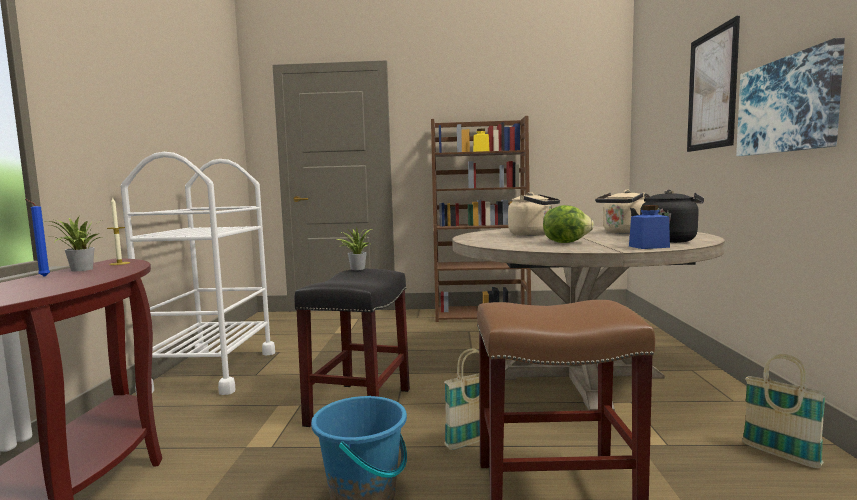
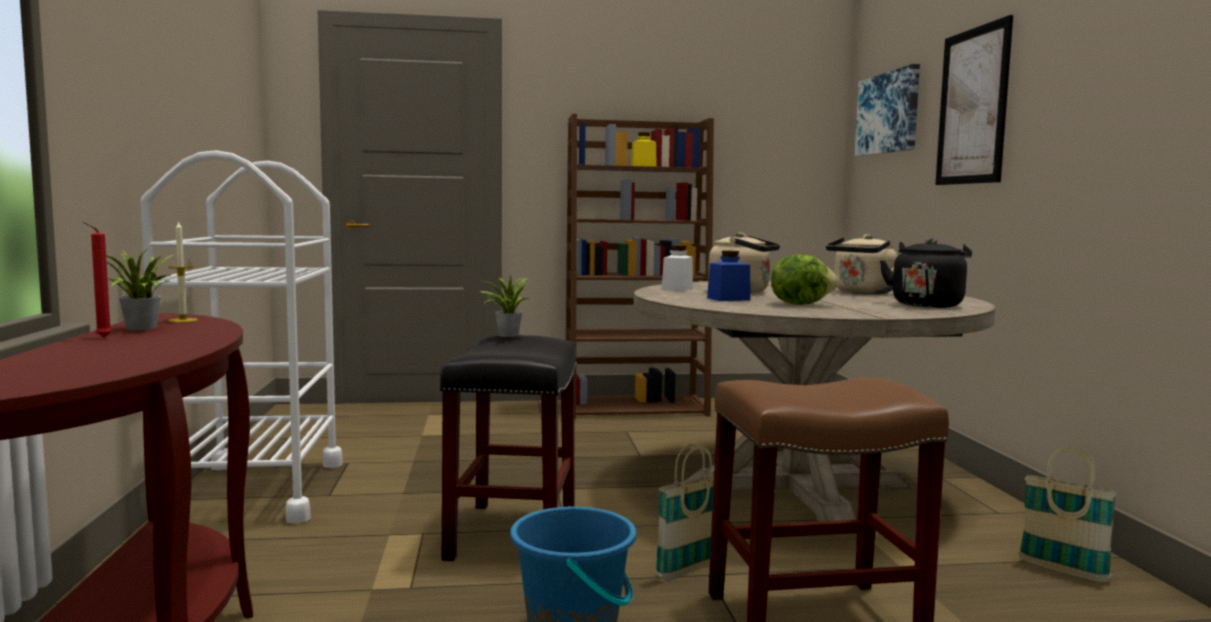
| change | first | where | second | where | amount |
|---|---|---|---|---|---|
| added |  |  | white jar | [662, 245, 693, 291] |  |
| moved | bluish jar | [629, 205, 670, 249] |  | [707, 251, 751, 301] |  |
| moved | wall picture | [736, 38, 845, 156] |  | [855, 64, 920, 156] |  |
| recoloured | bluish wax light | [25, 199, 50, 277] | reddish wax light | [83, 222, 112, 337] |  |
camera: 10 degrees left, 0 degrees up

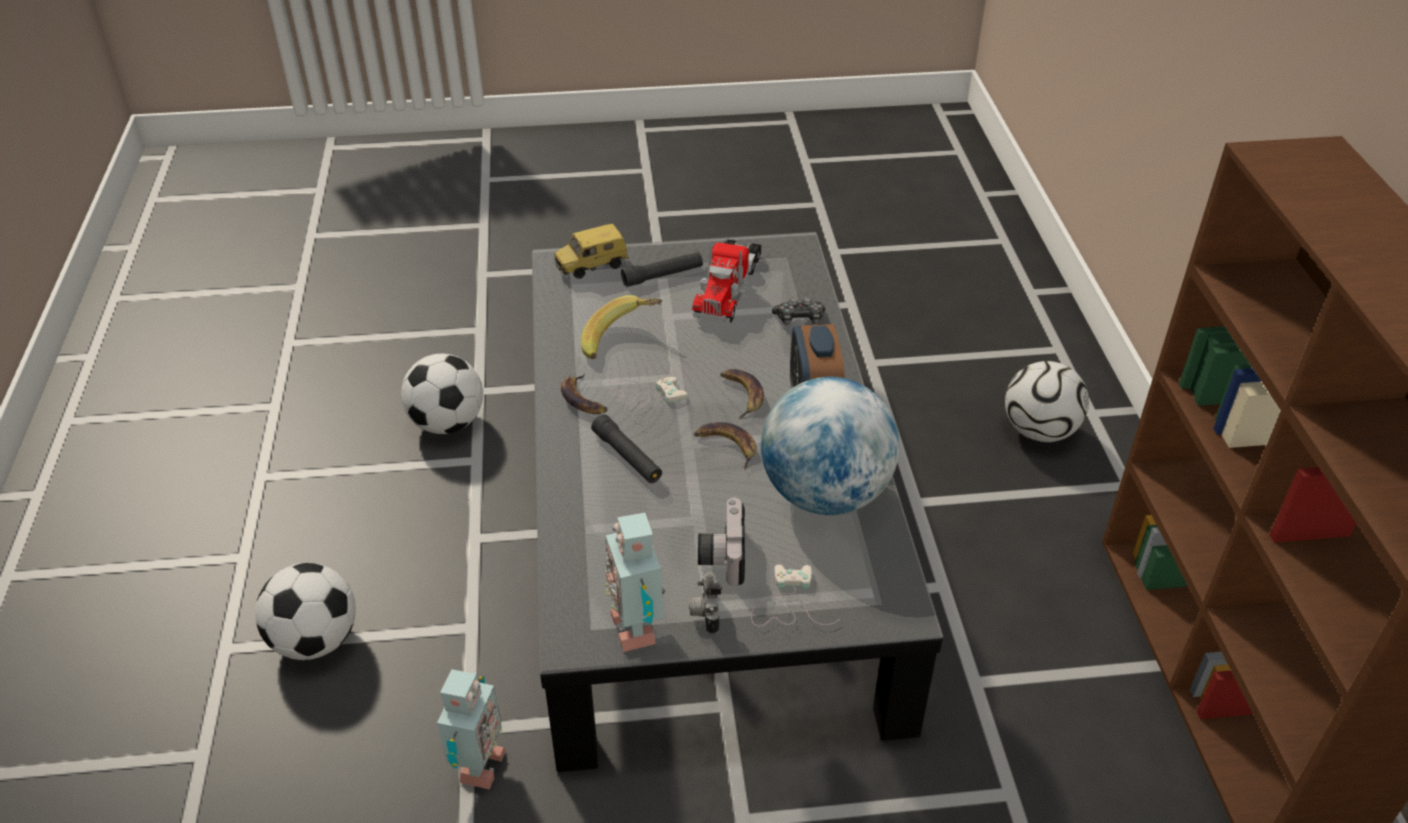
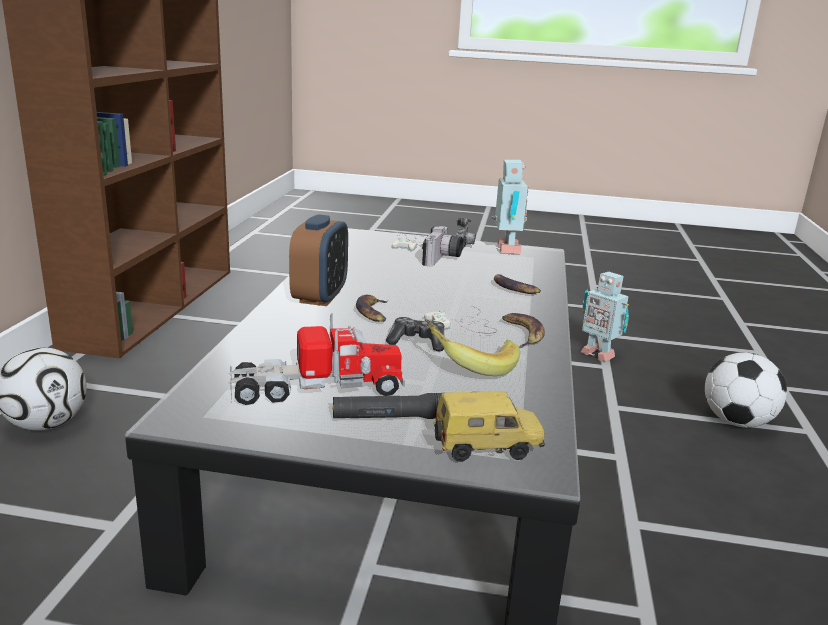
| change | first | where | second | where | amount |
|---|---|---|---|---|---|
| removed | football | [401, 354, 483, 434] |  |  |  |
| removed | black flashlight | [591, 414, 662, 483] |  |  |  |
| removed | desk globe | [761, 377, 899, 515] |  |  |  |
| moved | banana | [694, 422, 757, 470] |  | [494, 274, 541, 294] |  |
| moved | gamepad | [772, 297, 825, 325] |  | [386, 317, 444, 351] |  |
| turned | toy robot | [437, 669, 506, 790] |  | [581, 272, 629, 362] | 75 degrees counterclockwise |
| turned | toy lorry | [692, 238, 762, 324] |  | [228, 313, 405, 405] | 45 degrees clockwise |
camera: 165 degrees left, 20 degrees down

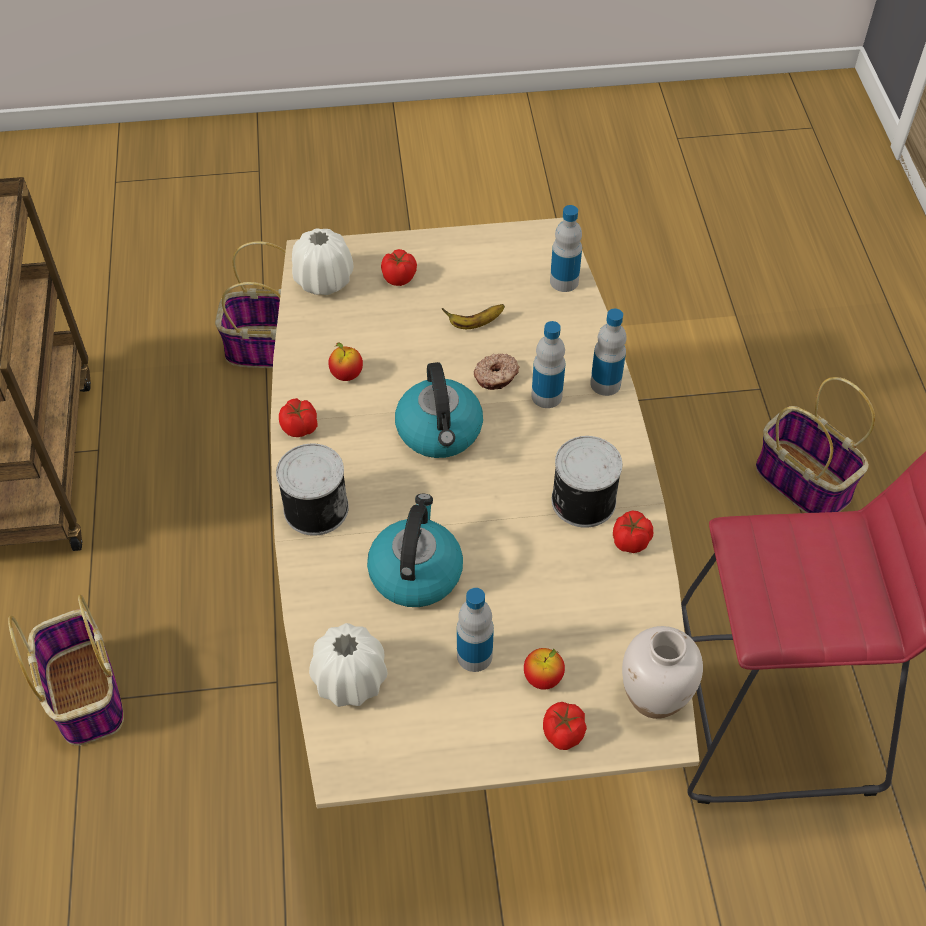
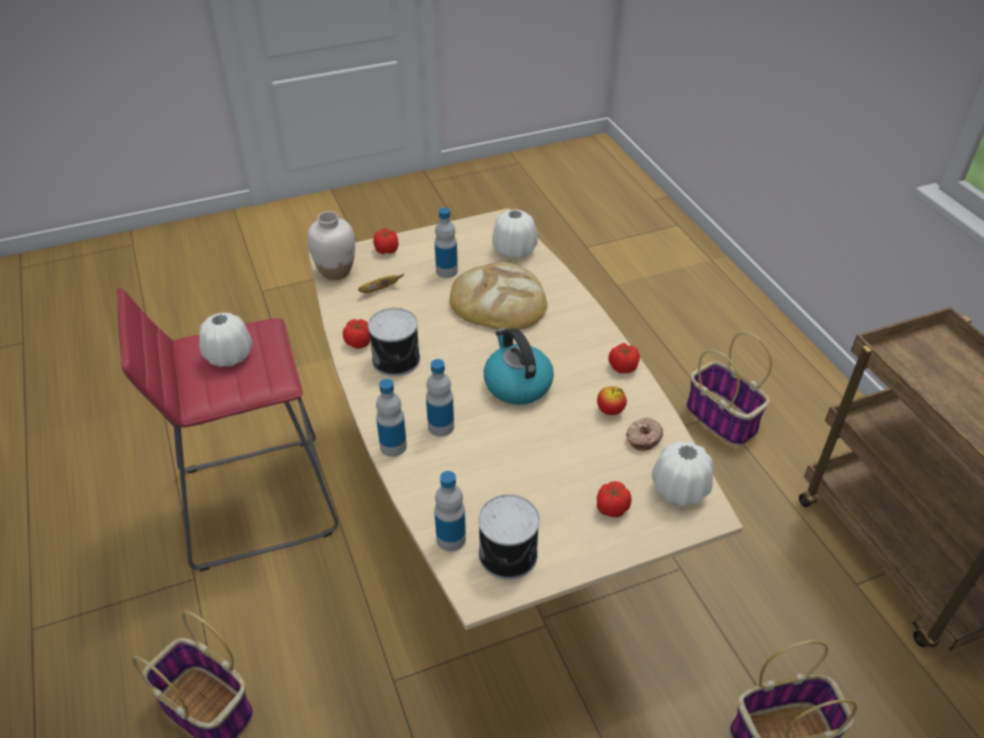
| change | first | where | second | where | amount |
|---|---|---|---|---|---|
| removed | apple | [524, 648, 565, 690] |  |  |  |
| added |  |  | white decorative vase | [199, 313, 252, 367] |  |
| moved | sealed can | [276, 444, 349, 536] |  | [478, 494, 540, 580] |  |
| moved | banana | [442, 304, 505, 329] |  | [358, 274, 404, 293] |  |
| moved | ring doughnut | [474, 353, 519, 390] |  | [626, 417, 663, 451] |  |
| replaced | water kettle | [367, 494, 463, 607] | bakery bread | [450, 262, 547, 330] |  |
camera: 165 degrees right, 10 degrees down

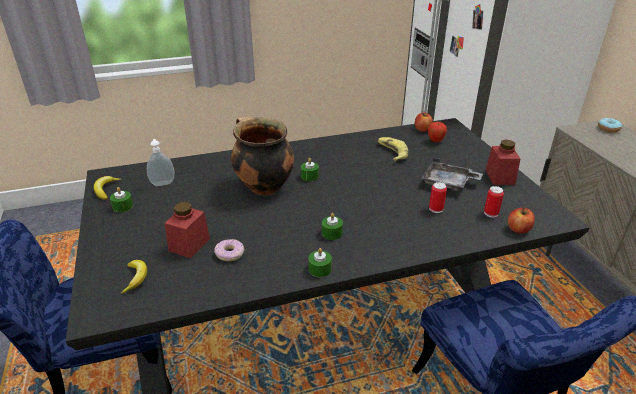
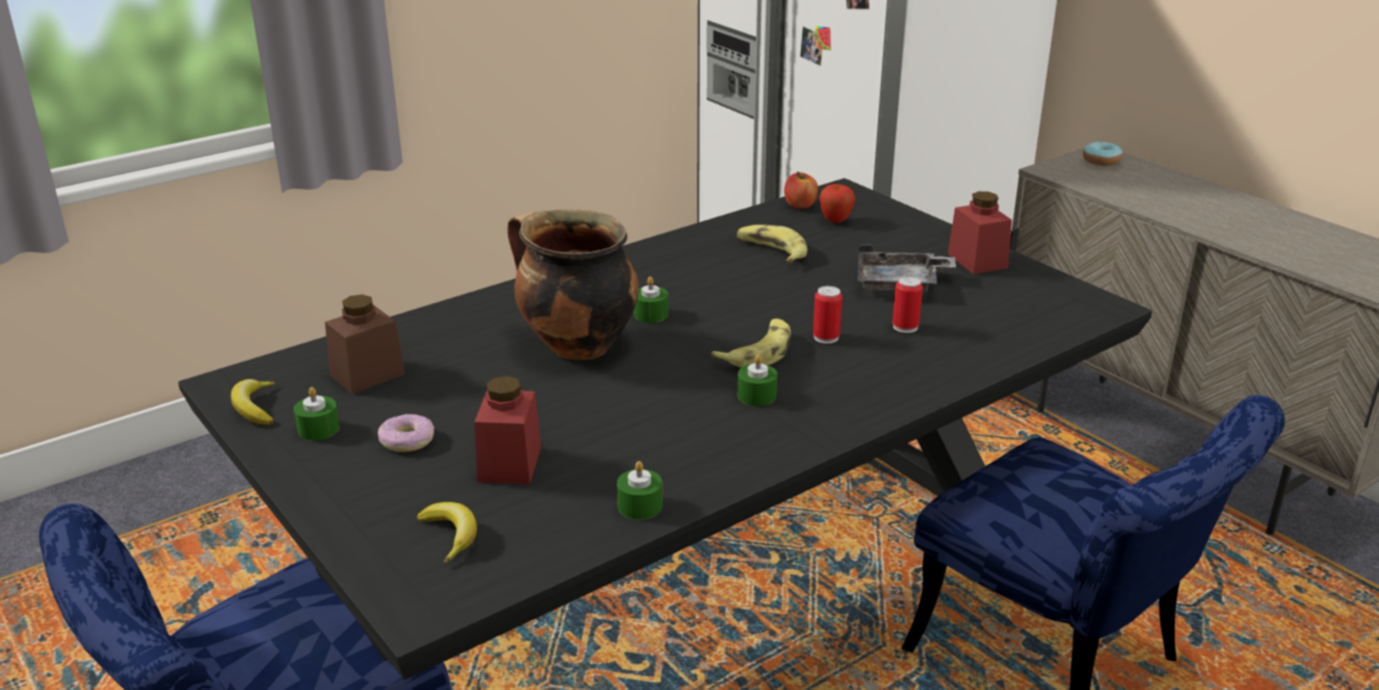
| change | first | where | second | where | amount |
|---|---|---|---|---|---|
| removed | apple | [508, 207, 535, 234] |  |  |  |
| added |  |  | banana | [711, 318, 791, 368] |  |
| moved | ring doughnut | [214, 239, 244, 261] |  | [378, 414, 434, 452] |  |
| moved | green wax light | [308, 248, 332, 277] |  | [617, 461, 662, 520] |  |
| moved | sealed can | [484, 186, 504, 218] |  | [813, 286, 842, 344] |  |
| replaced | liquid soap bottle | [147, 139, 175, 186] | brownish jar | [325, 295, 405, 394] |  |
camera: 20 degrees left, 5 degrees down

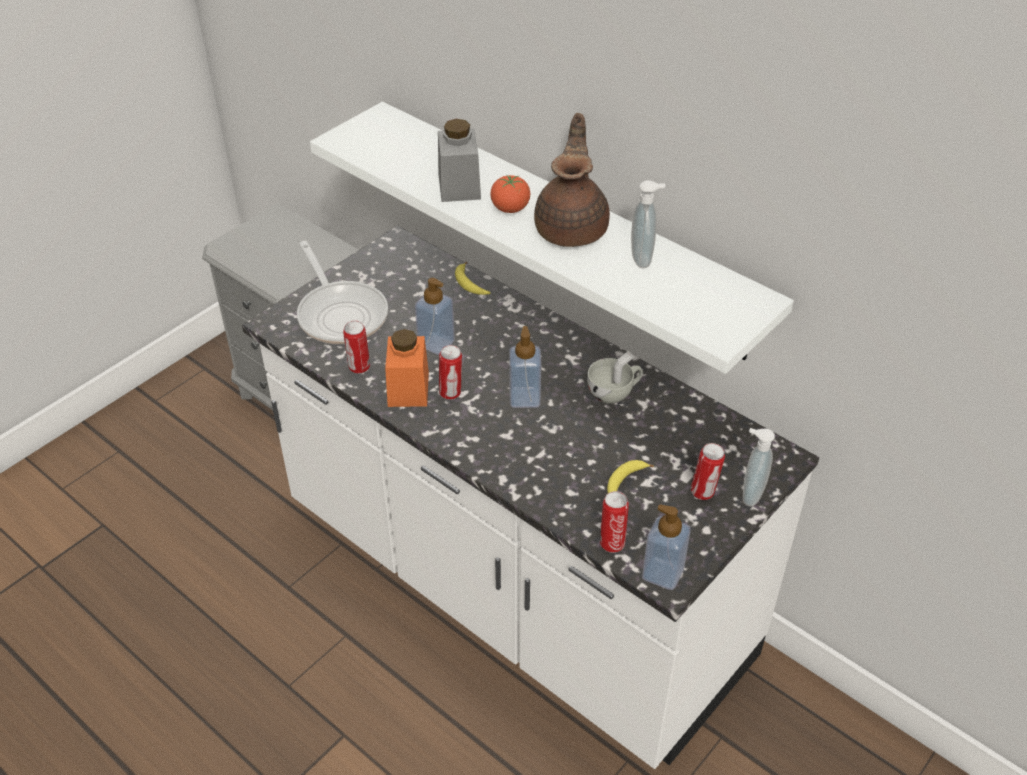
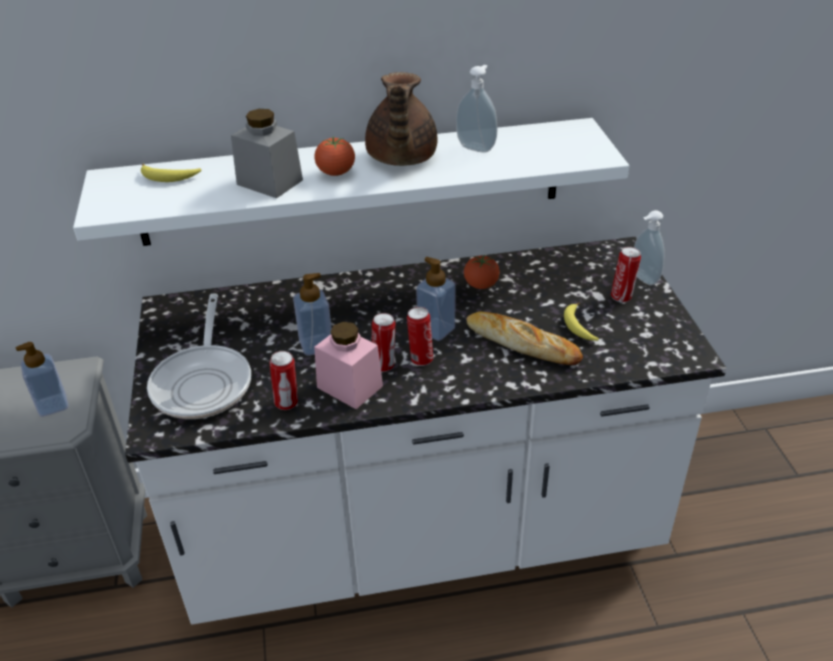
| change | first | where | second | where | amount |
|---|---|---|---|---|---|
| added |  |  | bakery bread | [466, 311, 583, 365] |  |
| moved | banana | [455, 262, 491, 295] |  | [141, 164, 201, 182] |  |
| moved | sealed can | [600, 491, 629, 553] |  | [407, 307, 433, 366] |  |
| moved | liquid soap bottle | [642, 504, 691, 590] |  | [16, 342, 69, 417] |  |
| replaced | white cup | [587, 351, 643, 404] | whole tomato | [464, 254, 500, 289] |  |
| recoloured | orange-coloured jar | [385, 329, 429, 407] | pink jar | [314, 322, 383, 409] |  |
| turned | frying pan | [297, 241, 388, 344] |  | [147, 293, 251, 419] | 75 degrees clockwise |
| turned | brownish tea pot | [534, 113, 610, 247] |  | [365, 72, 438, 166] | 135 degrees counterclockwise |
camera: 50 degrees left, 5 degrees down

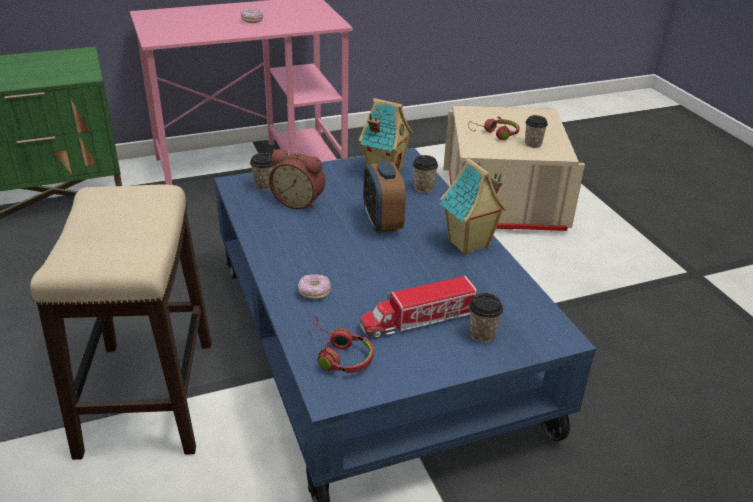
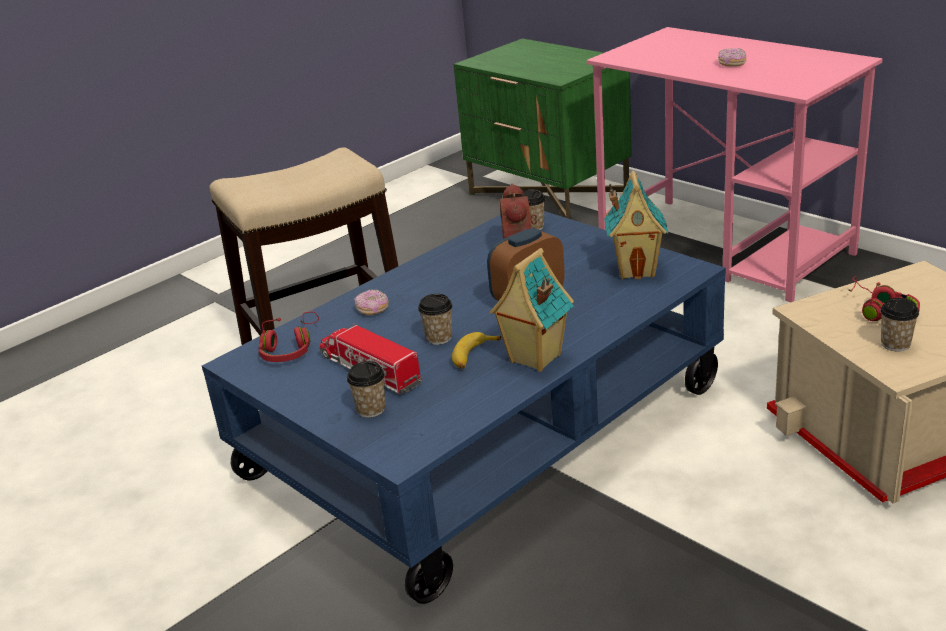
| change | first | where | second | where | amount |
|---|---|---|---|---|---|
| added |  |  | banana | [452, 332, 501, 369] |  |
| moved | cup | [413, 155, 438, 193] |  | [418, 294, 452, 345] |  |
camera: 70 degrees right, 5 degrees down

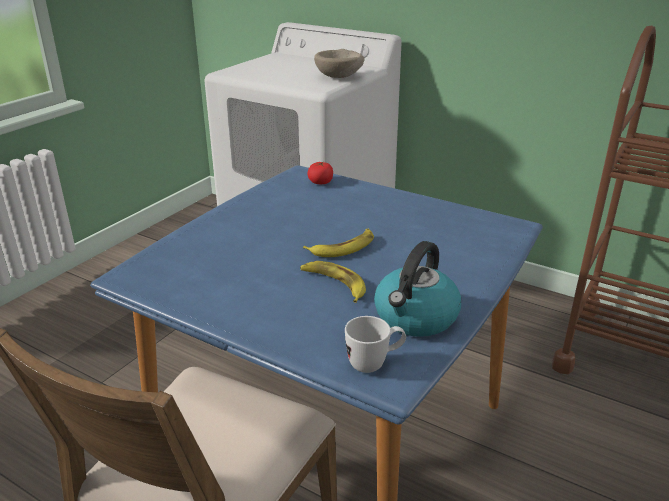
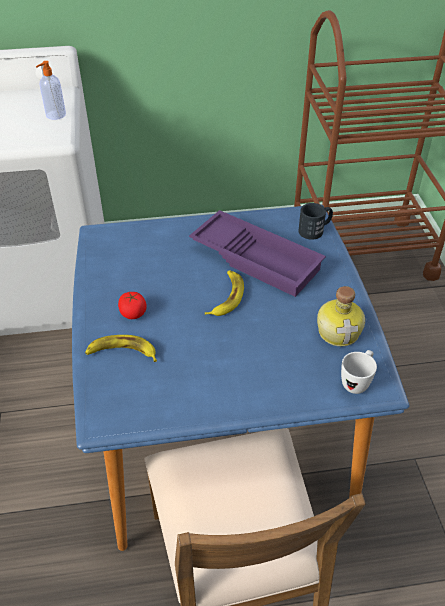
| change | first | where | second | where | amount |
|---|---|---|---|---|---|
| added |  |  | purple-coloured serving tray | [189, 210, 326, 297] |  |
| added |  |  | black tea mug | [298, 203, 333, 240] |  |
| moved | banana | [300, 261, 366, 303] |  | [85, 335, 157, 362] |  |
| moved | whole tomato | [308, 162, 333, 184] |  | [118, 292, 147, 319] |  |
| replaced | beige-coloured serving bowl | [314, 49, 364, 78] | liquid soap bottle | [36, 61, 66, 120] |  |
| replaced | water kettle | [374, 241, 461, 337] | bottle | [317, 286, 365, 346] |  |
camera: 40 degrees left, 15 degrees up

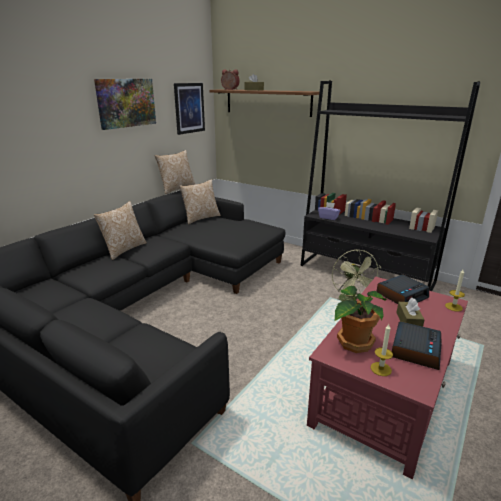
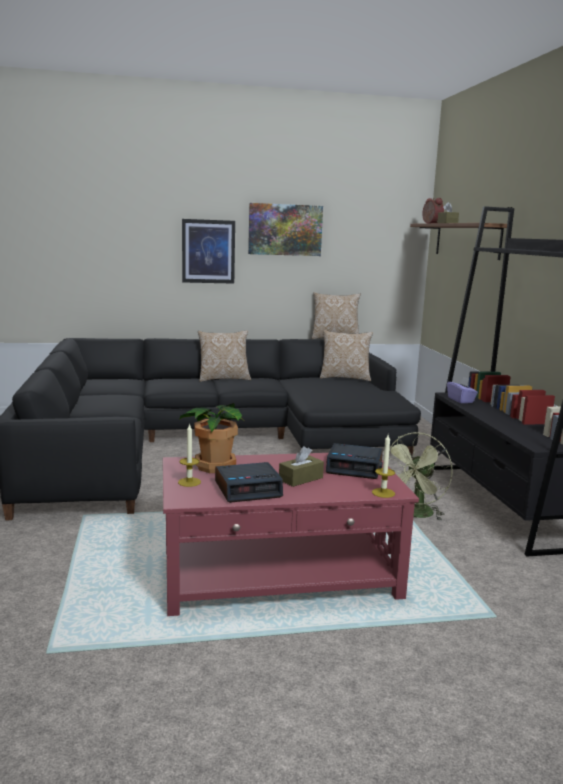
| change | first | where | second | where | amount |
|---|---|---|---|---|---|
| moved | wall picture | [174, 83, 205, 135] |  | [182, 219, 235, 284] |  |
camera: 45 degrees right, 10 degrees down

